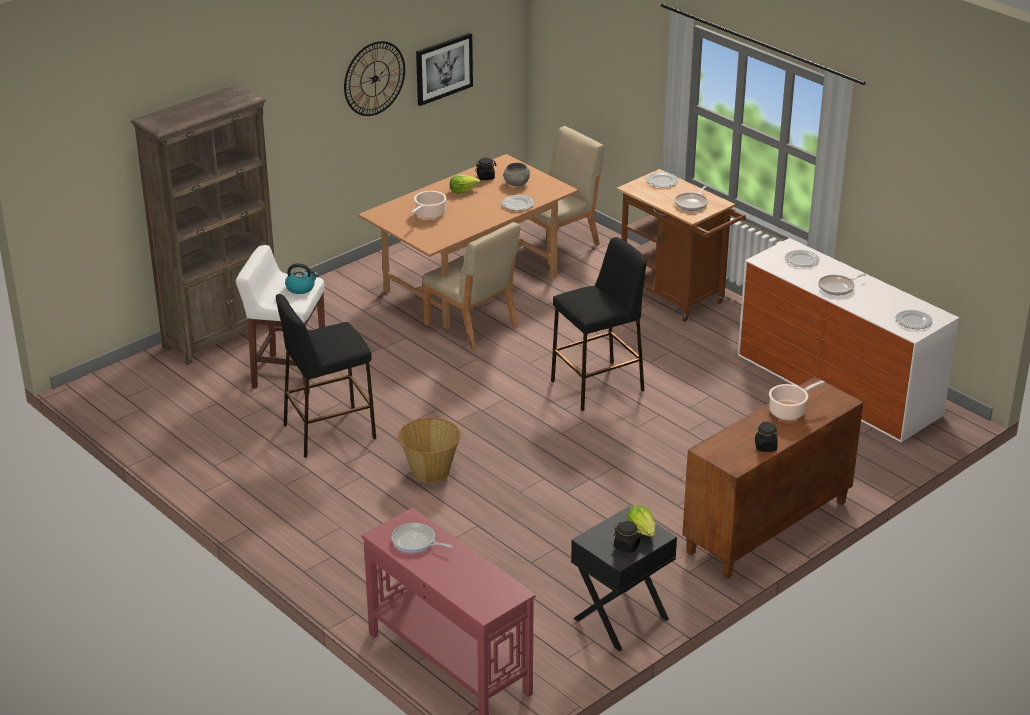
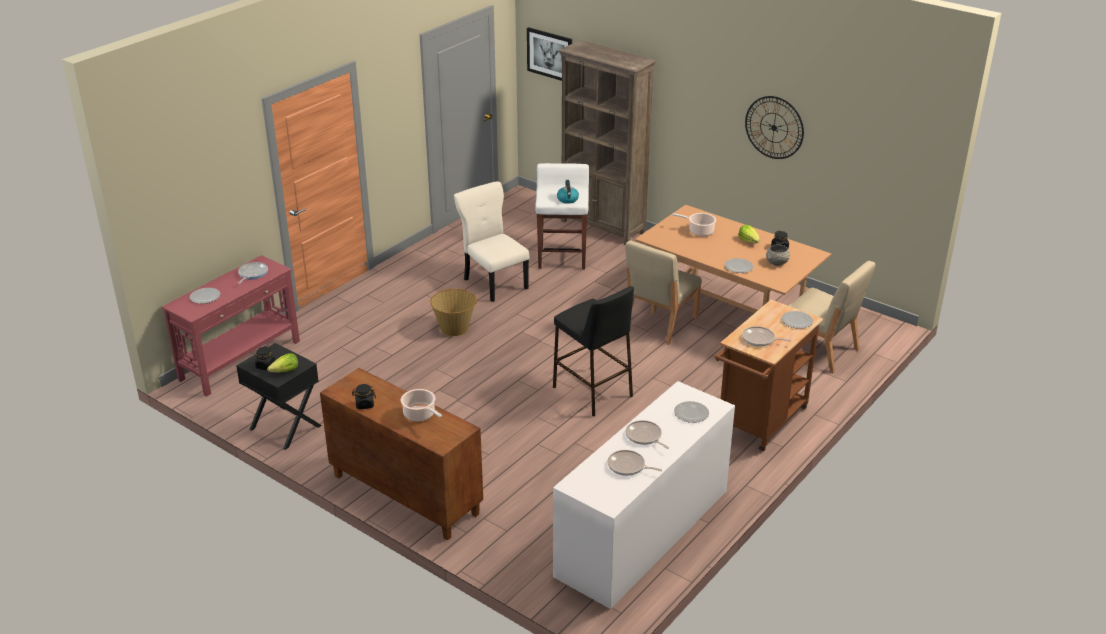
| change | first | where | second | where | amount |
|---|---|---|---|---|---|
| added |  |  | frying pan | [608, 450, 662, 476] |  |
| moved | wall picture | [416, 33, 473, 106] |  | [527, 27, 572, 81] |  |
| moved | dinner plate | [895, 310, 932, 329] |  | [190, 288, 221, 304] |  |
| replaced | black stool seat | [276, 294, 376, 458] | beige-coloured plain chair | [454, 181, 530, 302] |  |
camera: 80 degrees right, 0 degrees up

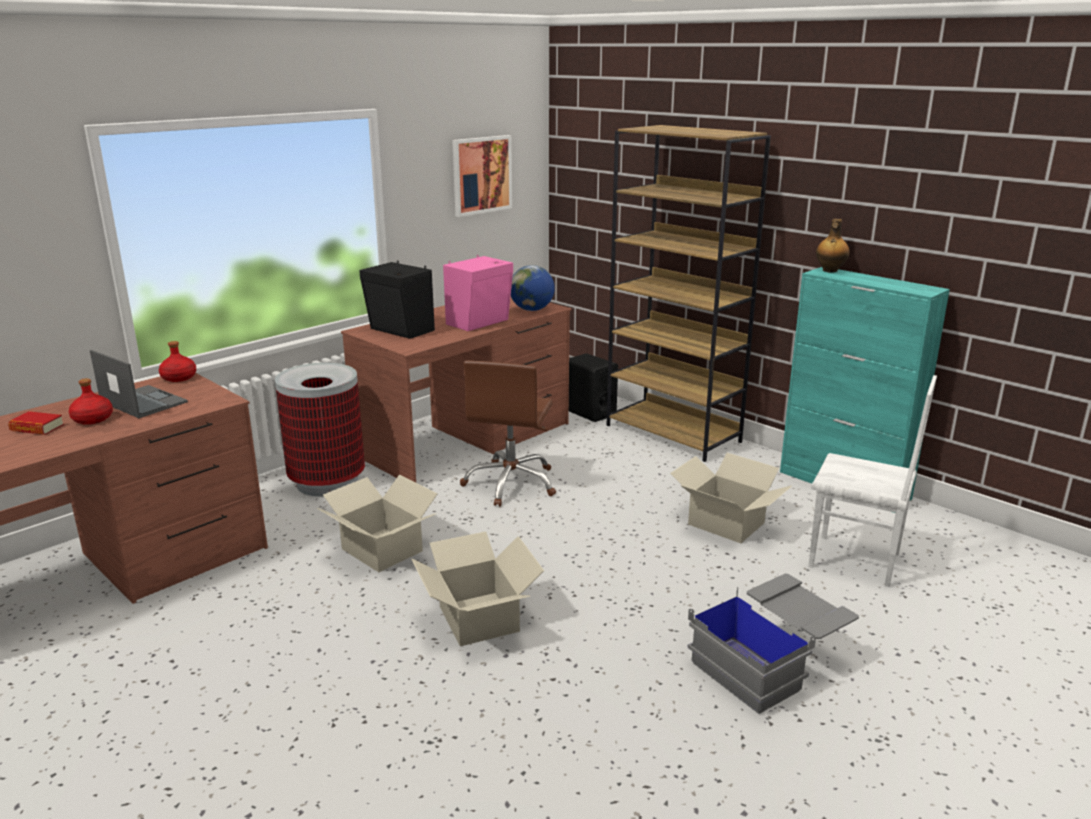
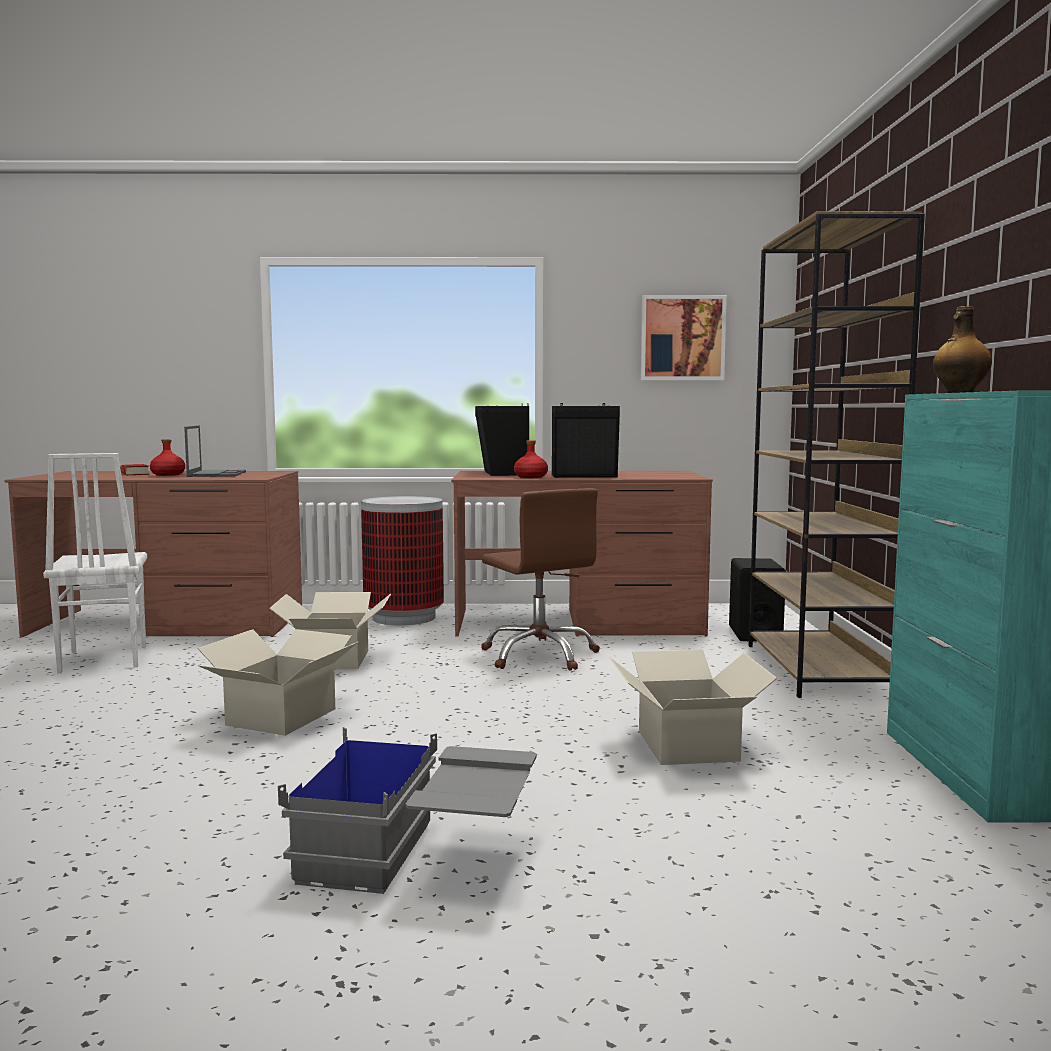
| change | first | where | second | where | amount |
|---|---|---|---|---|---|
| removed | desk globe | [511, 265, 555, 311] |  |  |  |
| moved | reddish bottle | [159, 341, 197, 382] |  | [514, 440, 548, 478] |  |
| moved | white plain chair | [808, 375, 937, 587] |  | [43, 453, 147, 673] |  |
| recoloured | pink loudspeaker | [443, 255, 513, 331] | black loudspeaker | [552, 403, 620, 478] |  |
| turned | brownish desk chair | [460, 360, 556, 506] |  | [481, 488, 600, 671] | 90 degrees counterclockwise |
camera: 45 degrees right, 15 degrees down

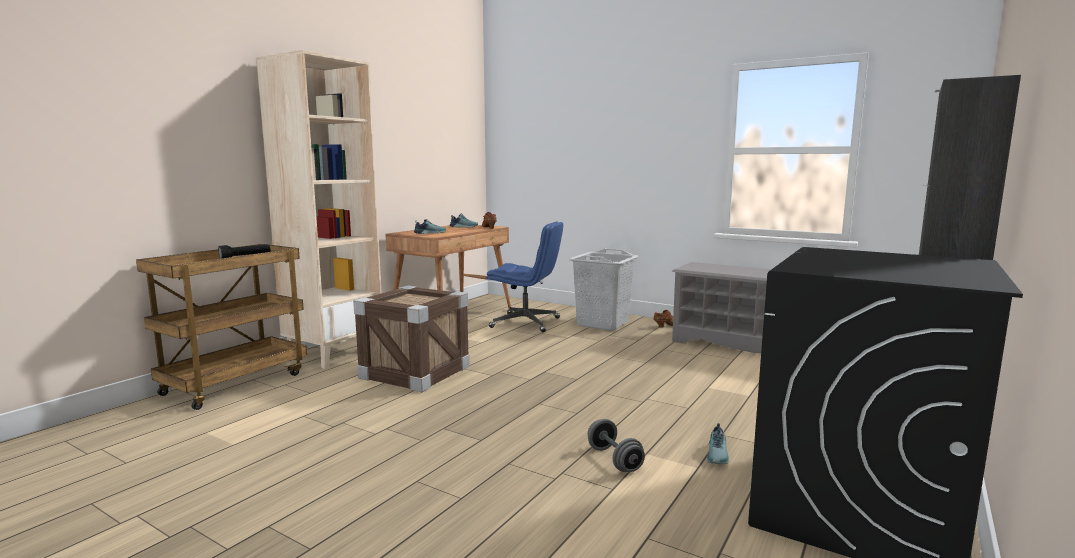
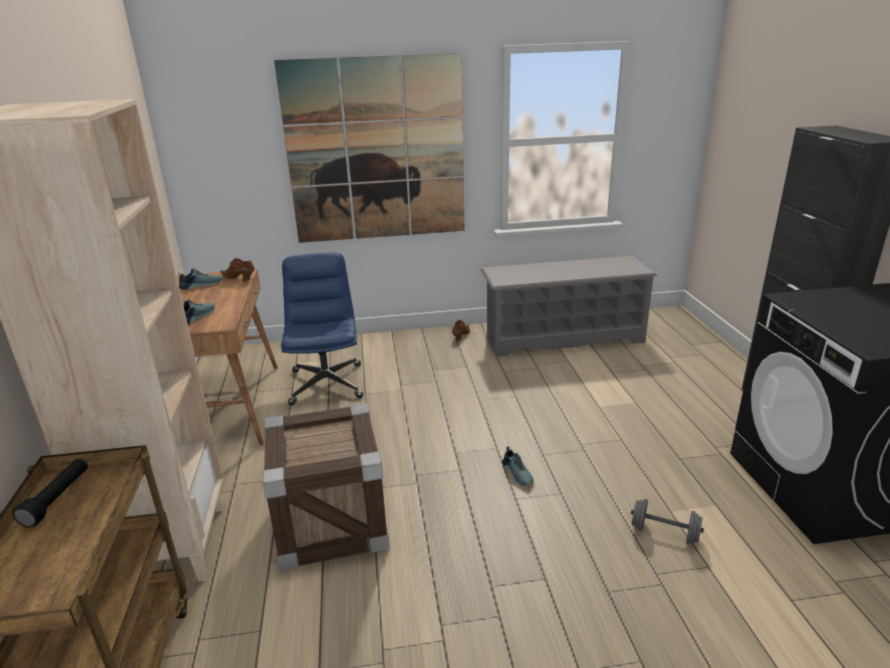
| change | first | where | second | where | amount |
|---|---|---|---|---|---|
| removed | greyish laundry basket | [569, 249, 638, 331] |  |  |  |
| added |  |  | wall picture | [274, 53, 464, 243] |  |
| moved | shoe | [707, 423, 730, 464] |  | [502, 446, 533, 486] |  |
| turned | bluish desk chair | [486, 222, 563, 332] |  | [281, 252, 363, 405] | 75 degrees counterclockwise |
camera: 40 degrees left, 15 degrees up

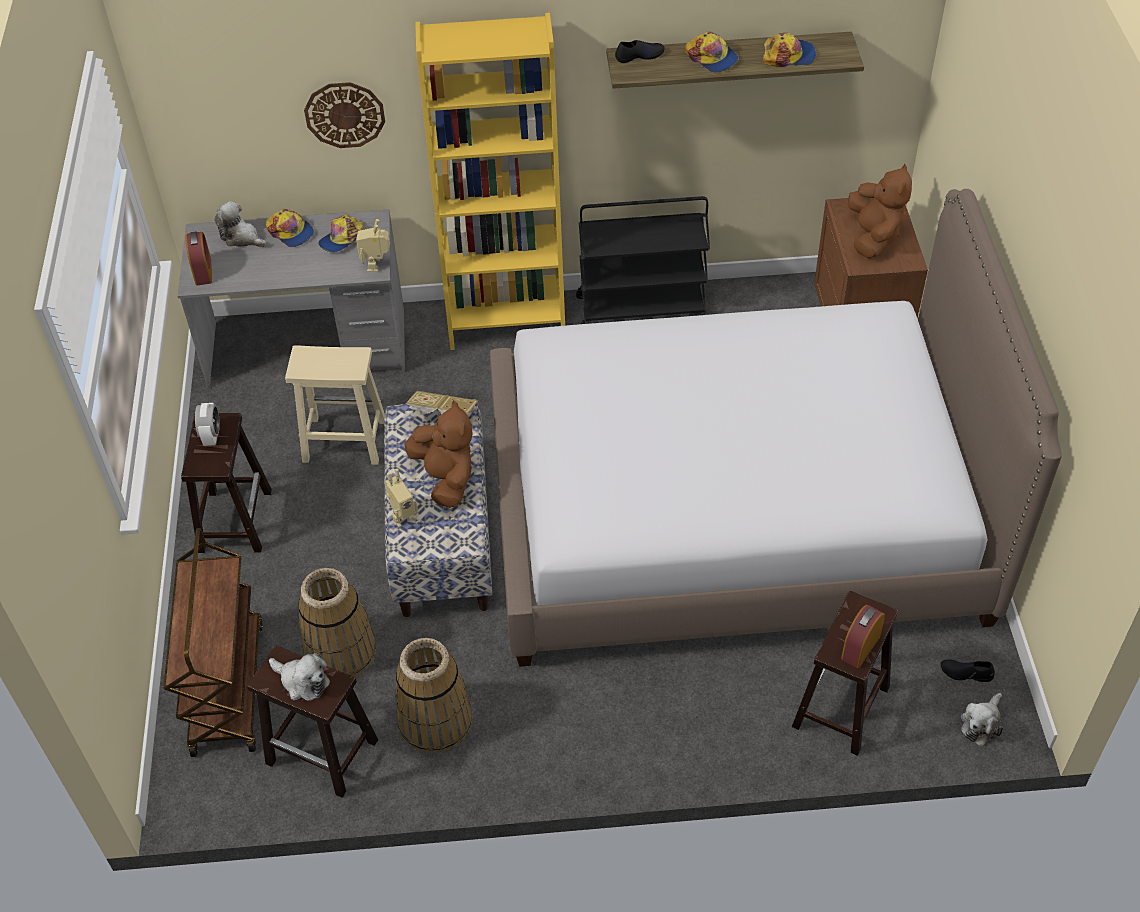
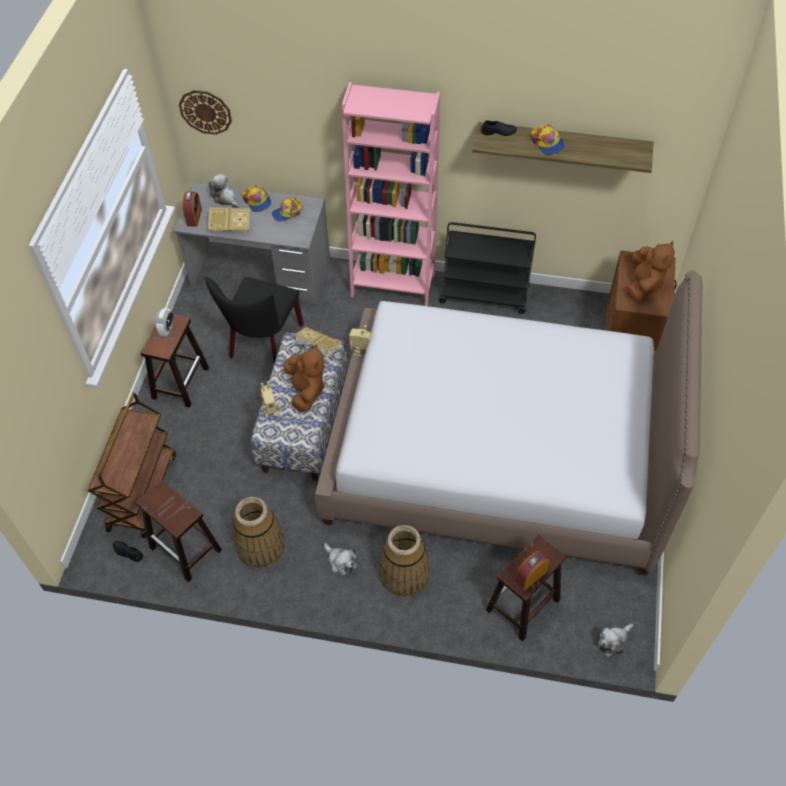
| change | first | where | second | where | amount |
|---|---|---|---|---|---|
| removed | peaked cap | [763, 32, 816, 67] |  |  |  |
| added |  |  | volume | [208, 208, 250, 232] |  |
| moved | cuddly toy | [269, 653, 330, 701] |  | [324, 543, 357, 575] |  |
| moved | storage basket | [298, 568, 376, 677] |  | [379, 525, 430, 597] |  |
| moved | wall clock | [304, 82, 385, 148] |  | [179, 90, 232, 135] |  |
| moved | toy robot | [356, 219, 390, 272] |  | [349, 325, 372, 357] |  |
| moved | black shoe | [940, 660, 995, 682] |  | [112, 541, 143, 562] |  |
| replaced | beige-coloured stool seat | [285, 345, 385, 465] | black plain chair | [205, 277, 304, 363] |  |
| recoloured | yellow shelving unit | [415, 13, 565, 350] | pink shelving unit | [342, 82, 440, 306] |  |
camera: 15 degrees right, 5 degrees up

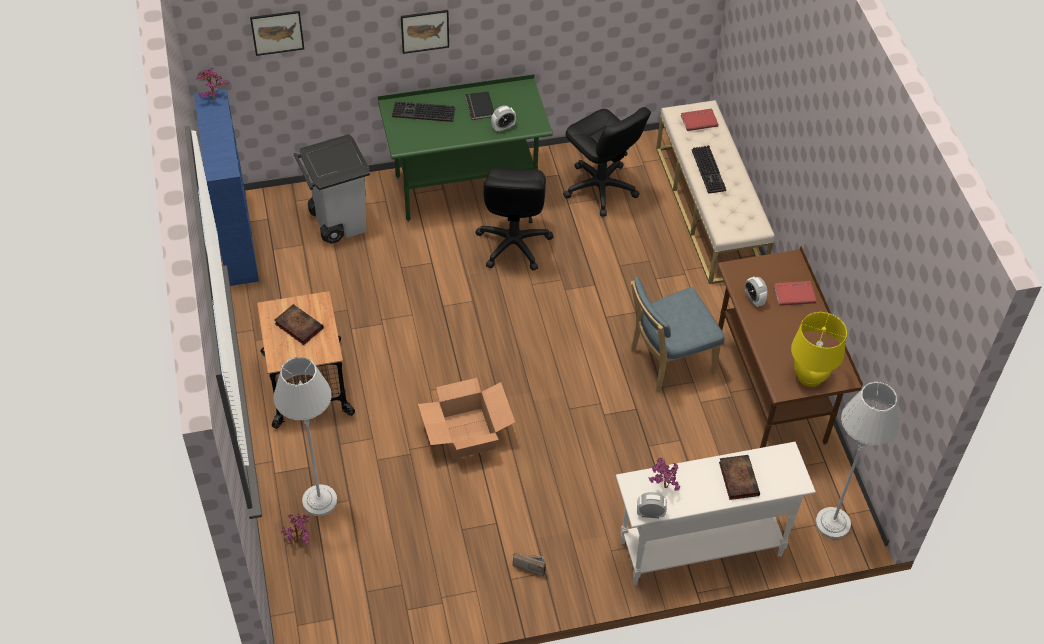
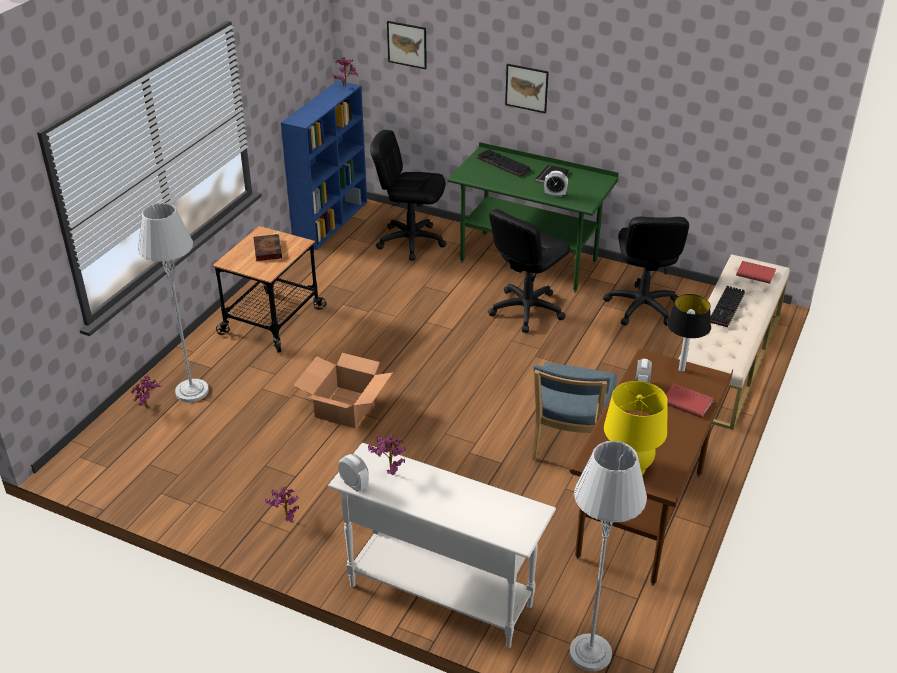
| change | first | where | second | where | amount |
|---|---|---|---|---|---|
| removed | volume | [719, 455, 760, 500] |  |  |  |
| added |  |  | tabletop lamp | [667, 294, 711, 372] |  |
| replaced | greyish rubbish bin | [294, 134, 370, 244] | black desk chair | [370, 130, 447, 261] |  |
| replaced | radio set | [513, 553, 546, 576] | potted plant | [265, 487, 299, 522] |  |
| turned | bluish plain chair | [631, 276, 725, 393] |  | [531, 363, 617, 460] | 90 degrees counterclockwise |
camera: 40 degrees right, 15 degrees down

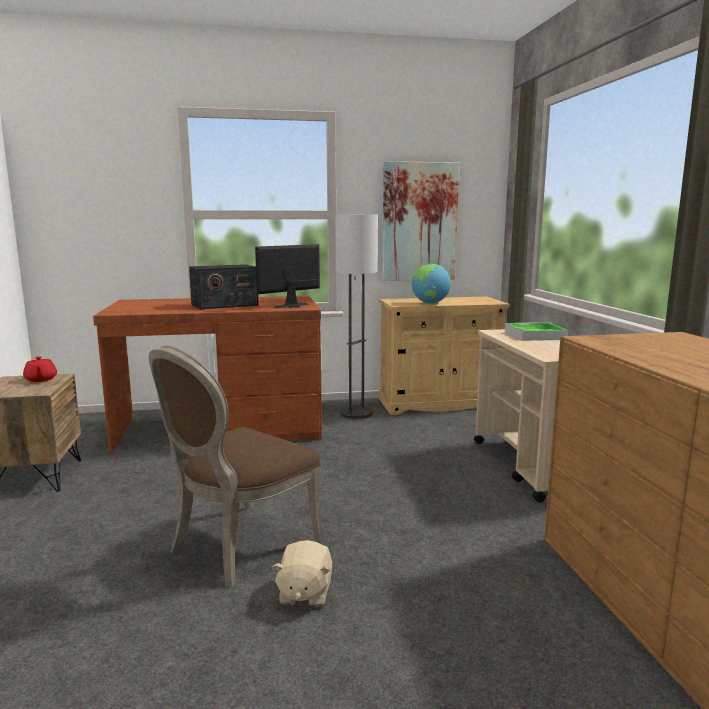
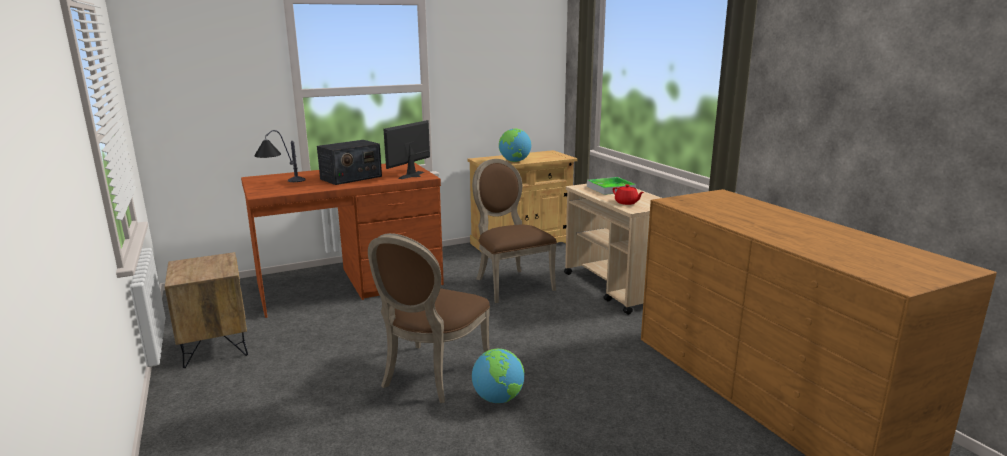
| change | first | where | second | where | amount |
|---|---|---|---|---|---|
| removed | standard lamp | [335, 214, 378, 419] |  |  |  |
| removed | wall picture | [382, 161, 460, 281] |  |  |  |
| added |  |  | tabletop lamp | [254, 130, 306, 182] |  |
| added |  |  | brownish plain chair | [472, 159, 557, 303] |  |
| moved | reddish tea pot | [23, 356, 57, 382] |  | [613, 184, 644, 205] |  |
| replaced | beige-coloured cuddly toy | [272, 540, 332, 608] | desk globe | [472, 349, 525, 403] |  |
camera: 15 degrees left, 5 degrees up

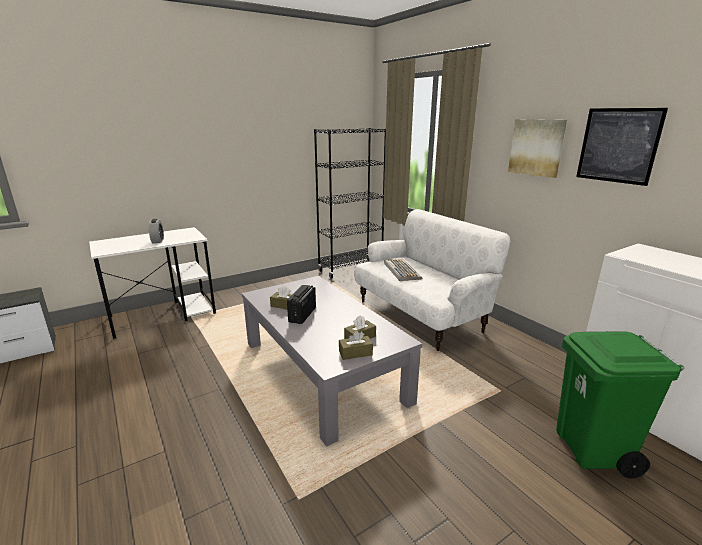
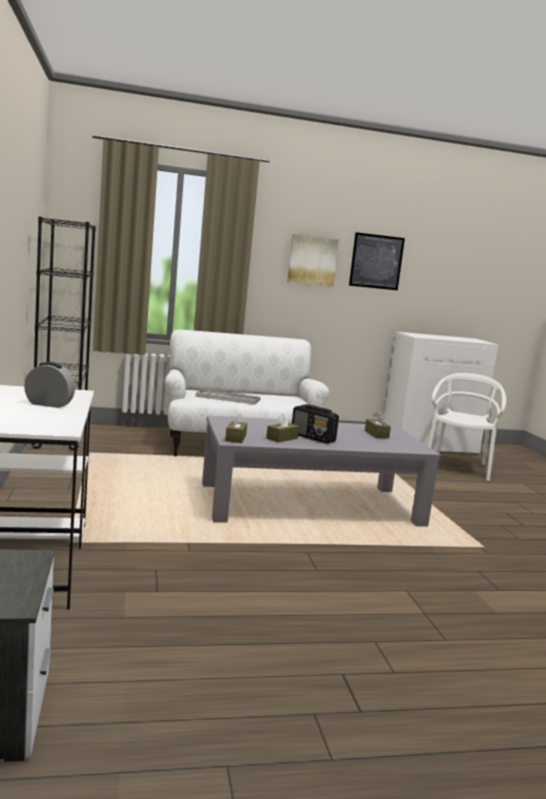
| change | first | where | second | where | amount |
|---|---|---|---|---|---|
| moved | brownish tissue box | [339, 331, 373, 360] |  | [225, 413, 247, 443] |  |
| replaced | green rubbish bin | [556, 331, 685, 478] | white plain chair | [428, 373, 506, 481] |  |
camera: 70 degrees left, 10 degrees down

